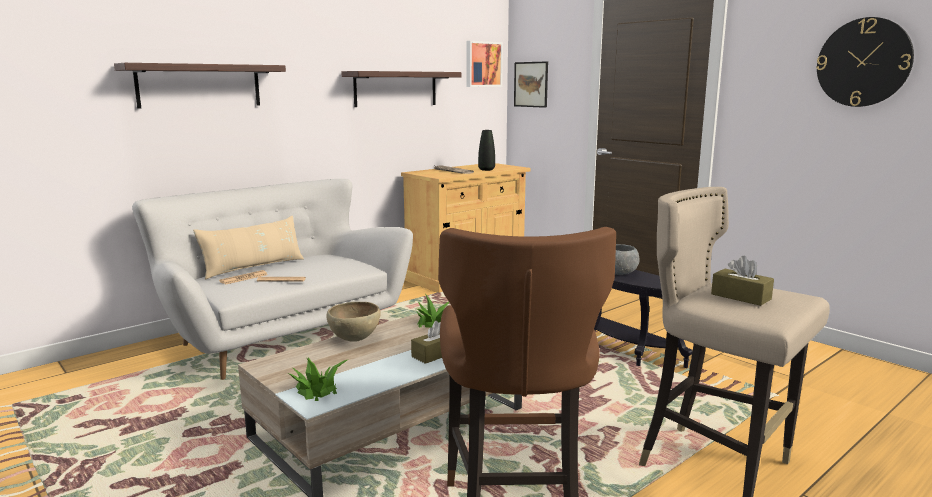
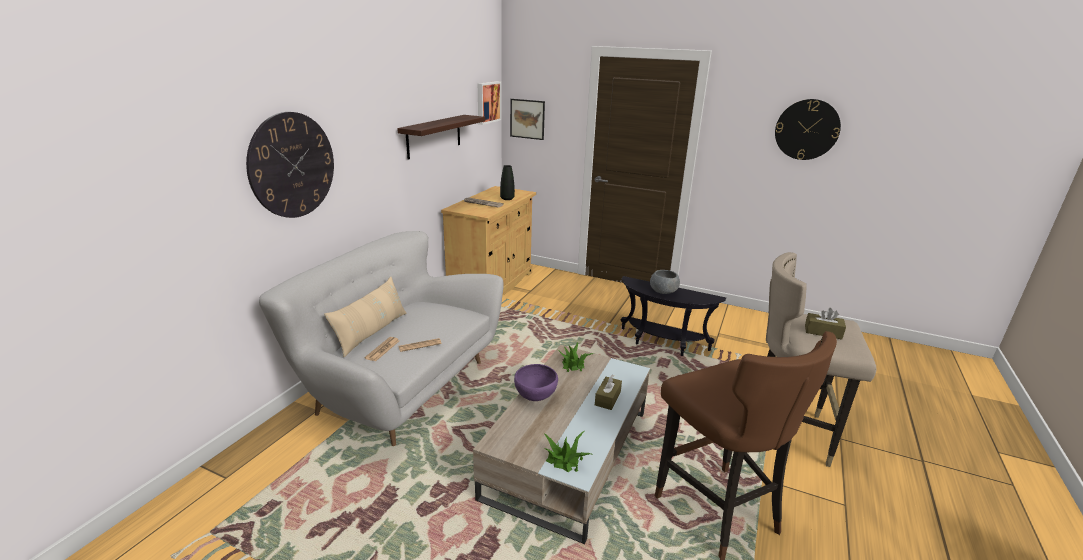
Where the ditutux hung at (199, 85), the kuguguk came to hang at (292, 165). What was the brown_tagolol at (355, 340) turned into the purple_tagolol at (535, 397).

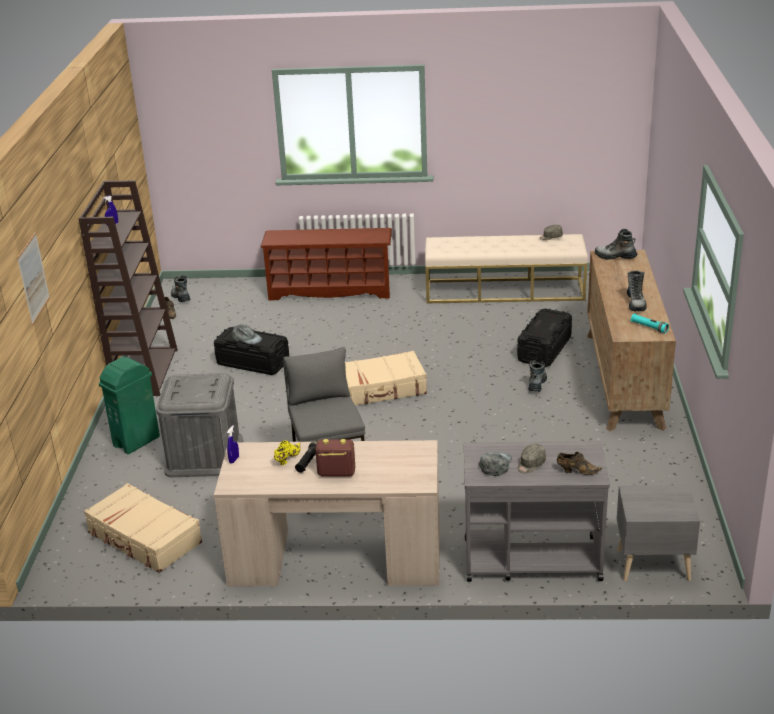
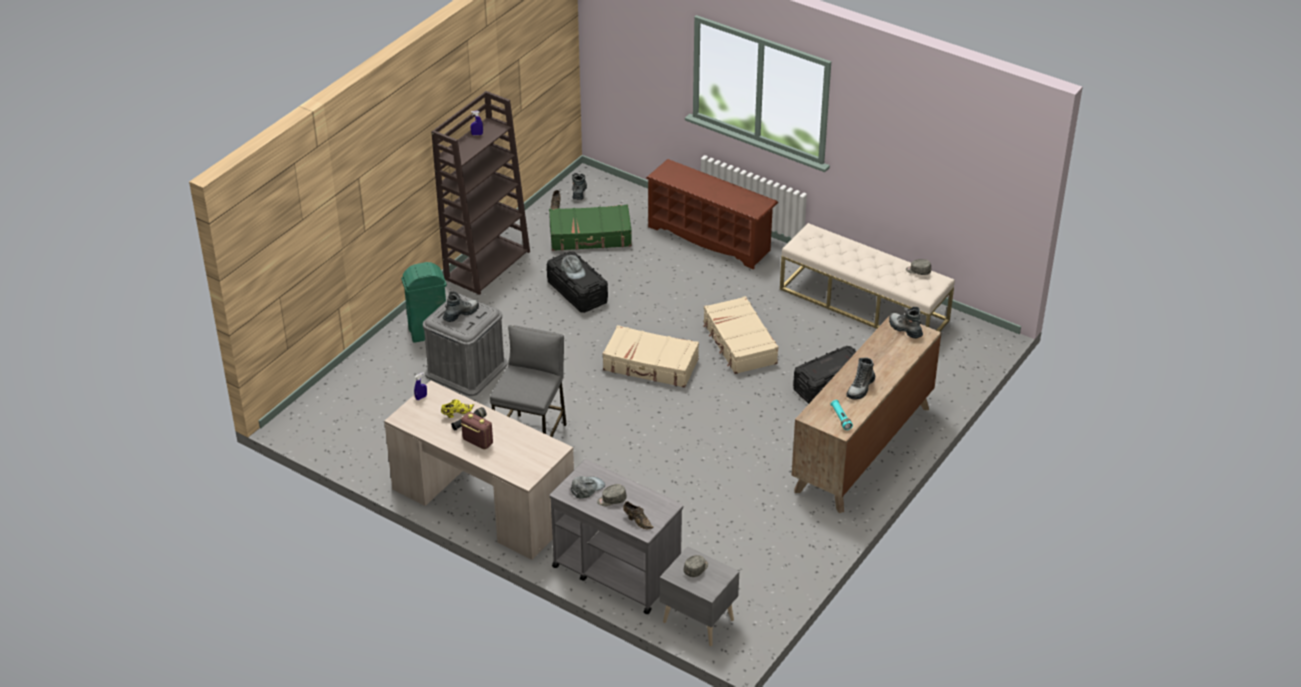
The second view lost the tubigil at (33, 278). The second view gained the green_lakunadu at (590, 236). The second view gained the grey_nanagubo at (696, 569). The beige_lakunadu ended up elsewhere, having gone from (144, 538) to (739, 343). The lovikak ended up elsewhere, having gone from (537, 384) to (461, 314).

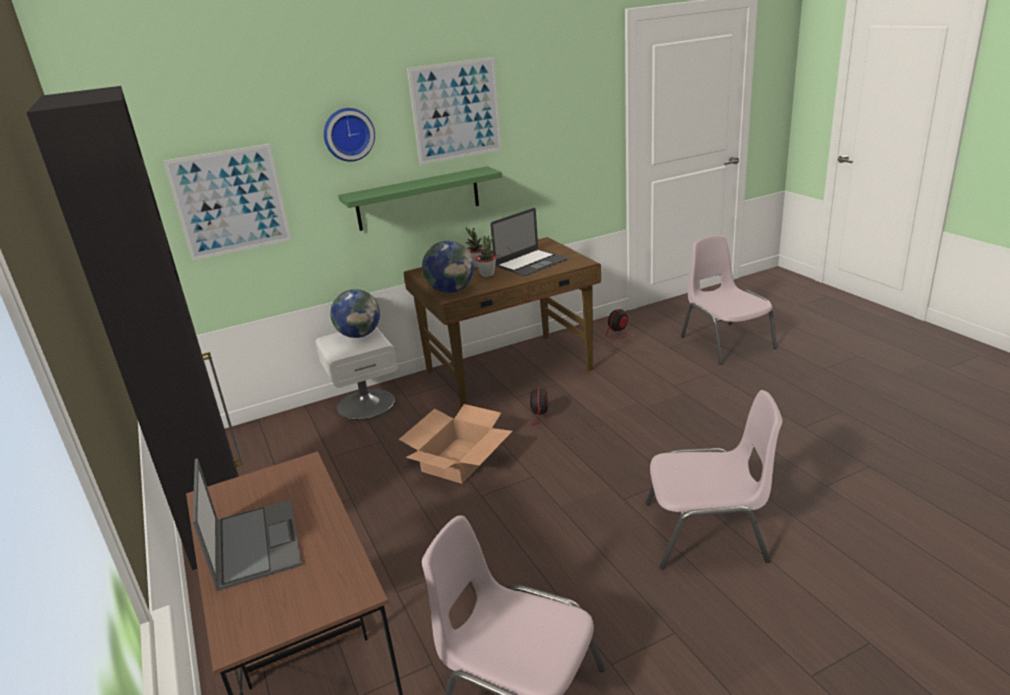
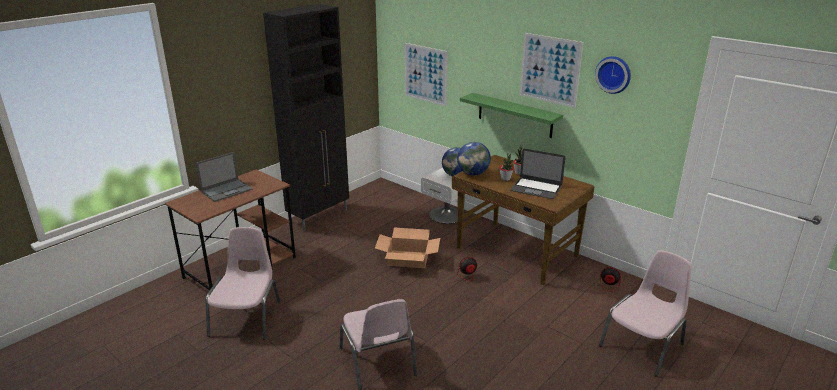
The kuguguk ended up elsewhere, having gone from (348, 134) to (614, 74).

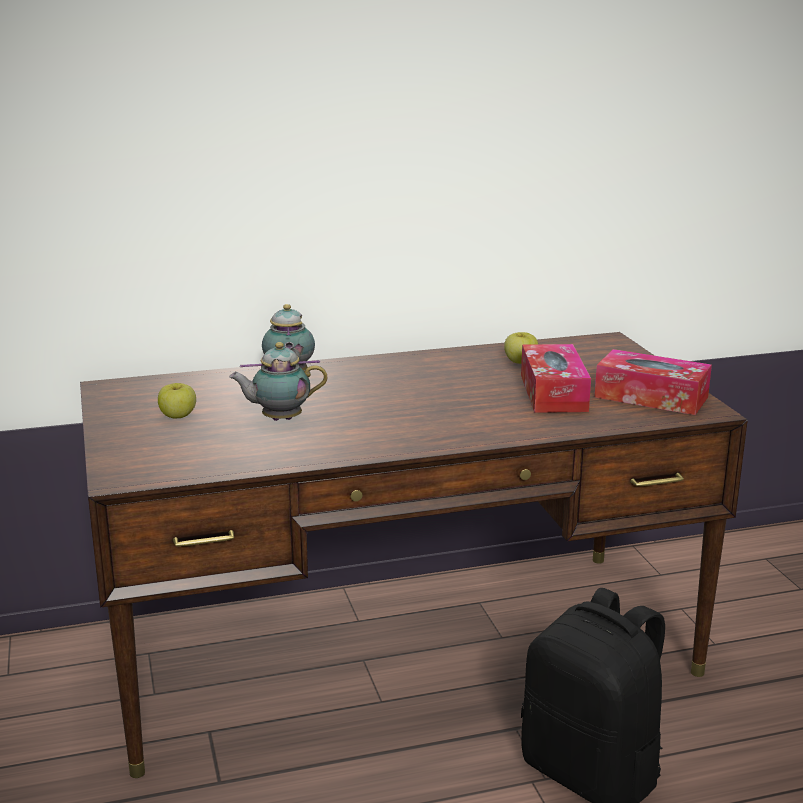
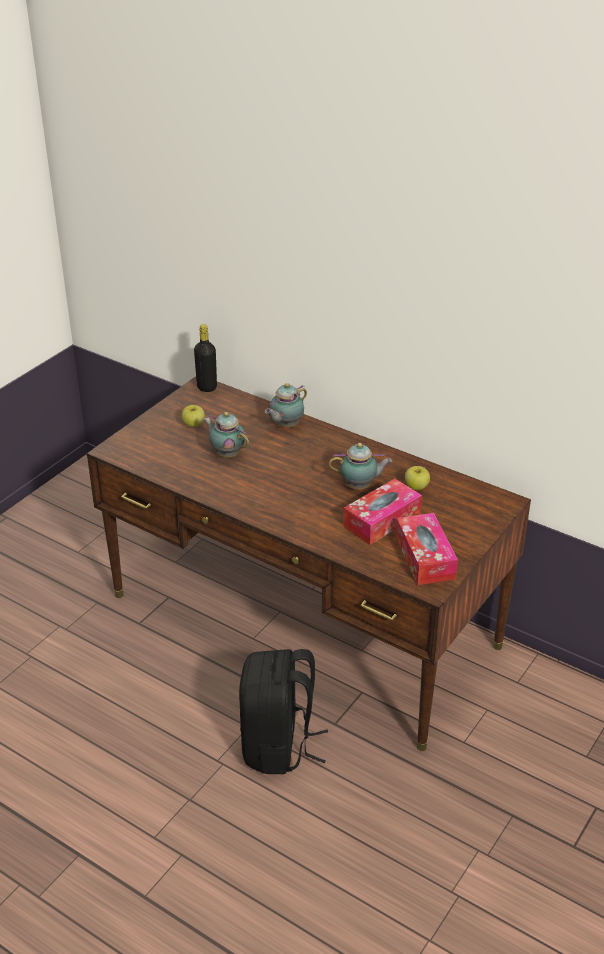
The second view gained the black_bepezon at (207, 387). The second view gained the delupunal at (360, 486).

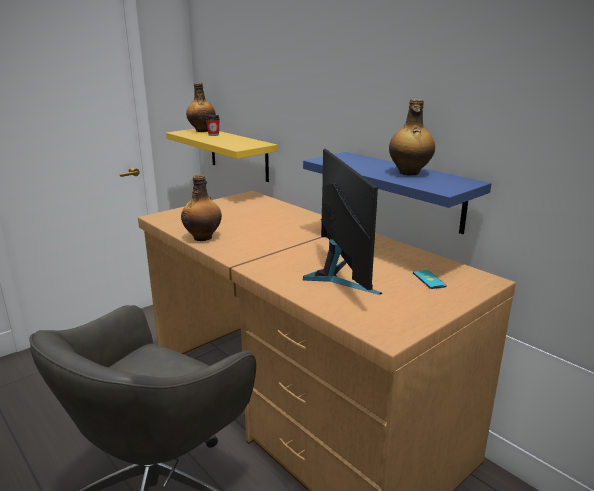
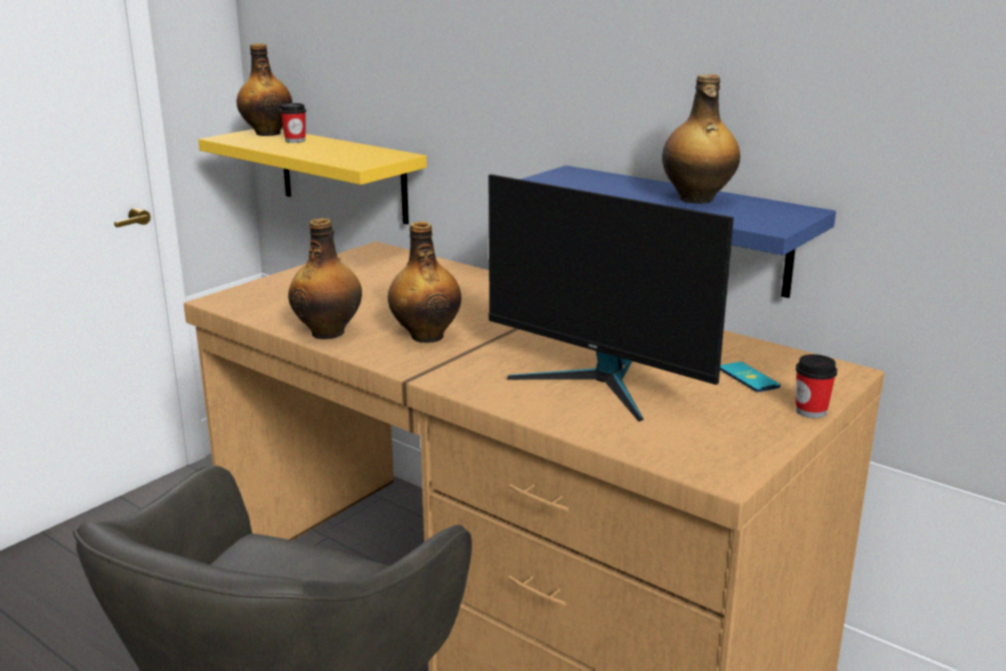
The second view gained the bepezon at (426, 336). The second view gained the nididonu at (811, 411). The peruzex at (338, 276) ended up facing another way, 150 degrees clockwise from before.

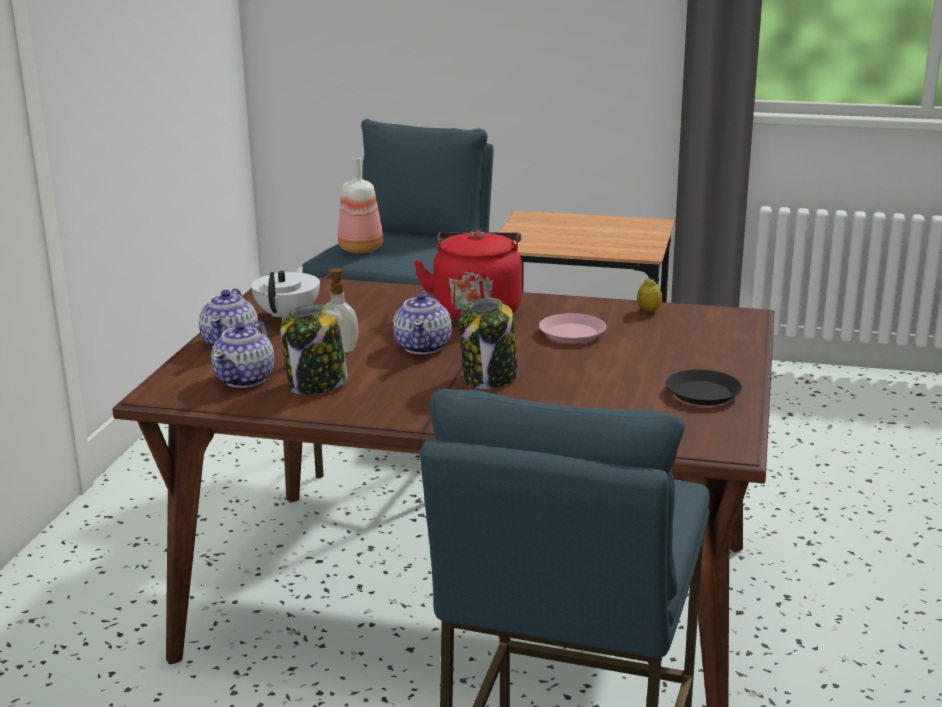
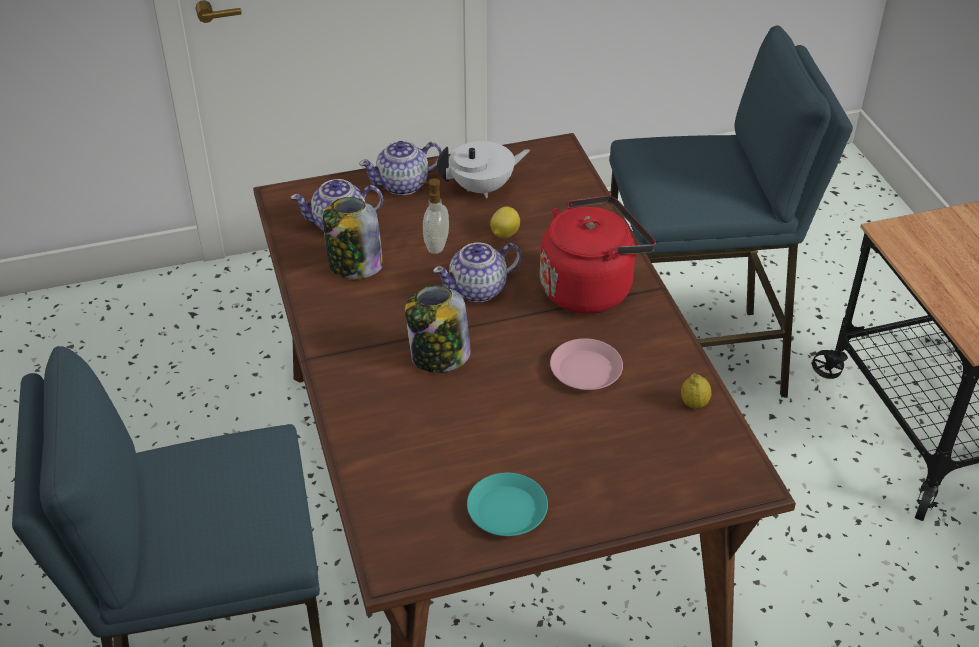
The second view lost the bepezon at (361, 248). The second view gained the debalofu at (504, 234). What was the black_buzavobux at (702, 393) turned into the turquoise_buzavobux at (506, 510).

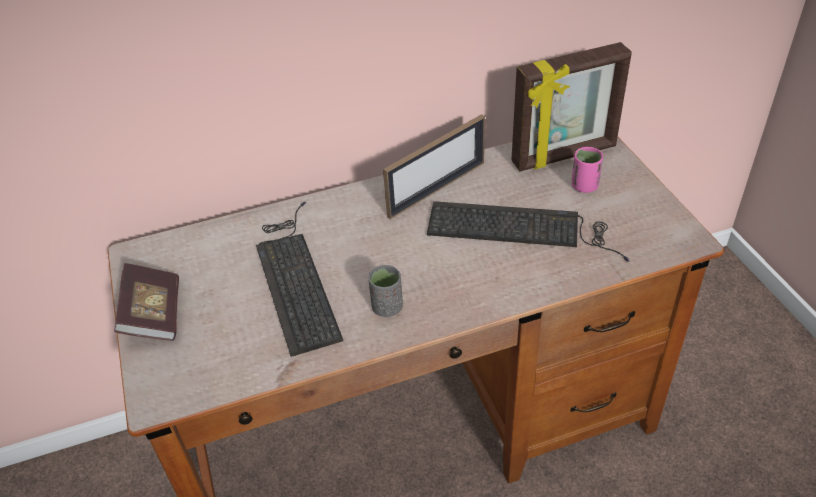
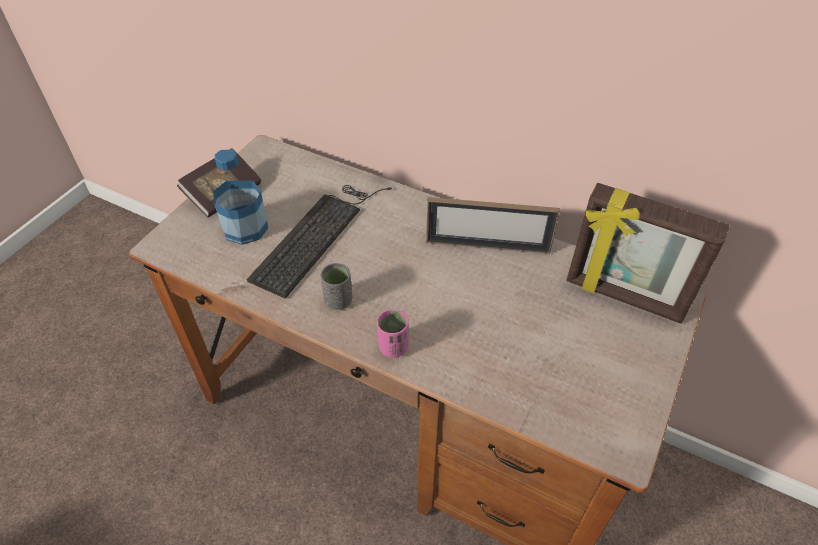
The second view lost the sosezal at (522, 229). The second view gained the bepezon at (245, 228). The pink_nididonu ended up elsewhere, having gone from (584, 186) to (393, 347).

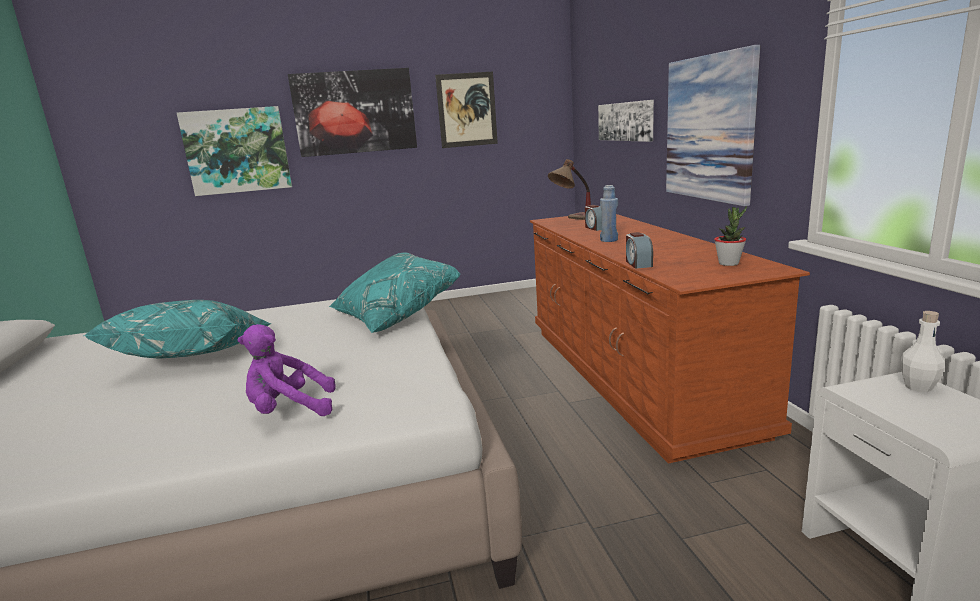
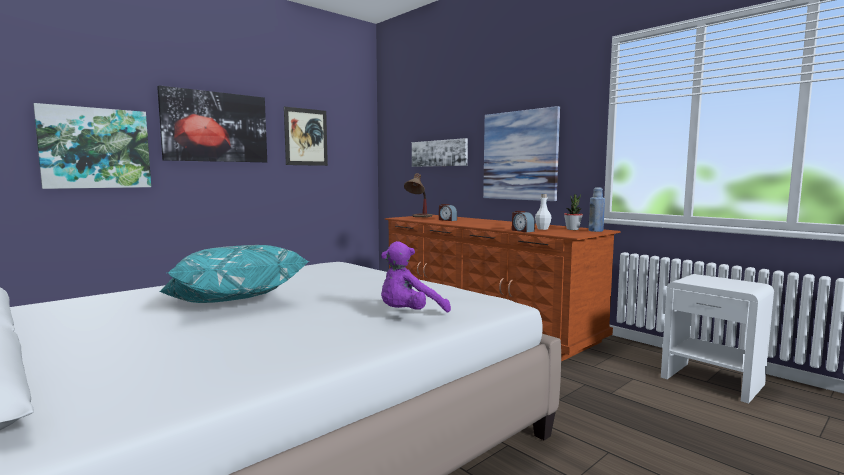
The second view lost the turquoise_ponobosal at (394, 315). The blue_bepezon ended up elsewhere, having gone from (609, 240) to (595, 231). The white_bepezon ended up elsewhere, having gone from (918, 387) to (542, 229).

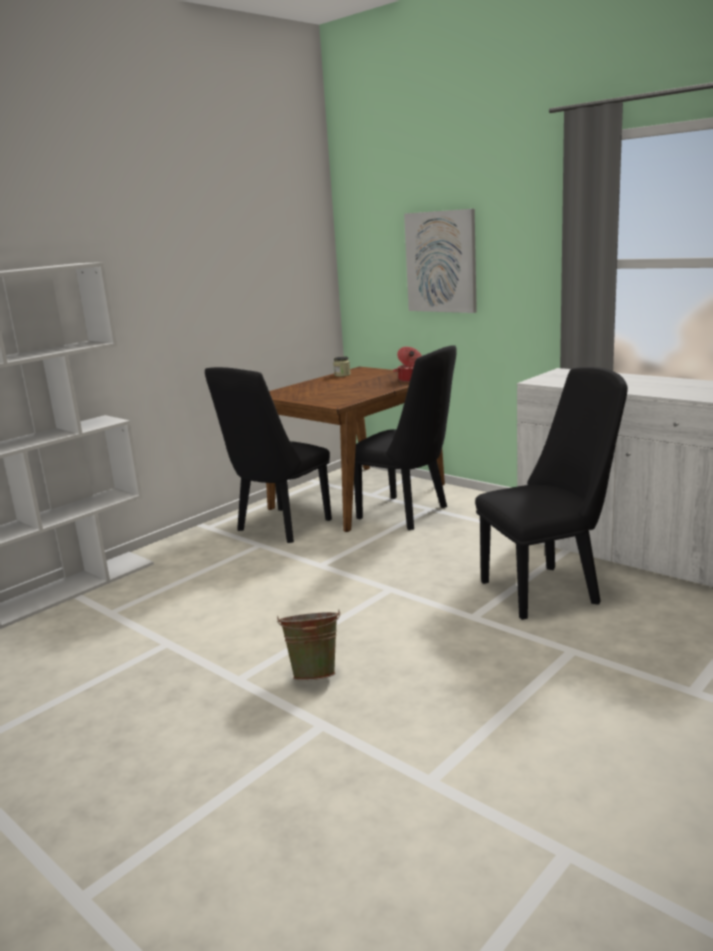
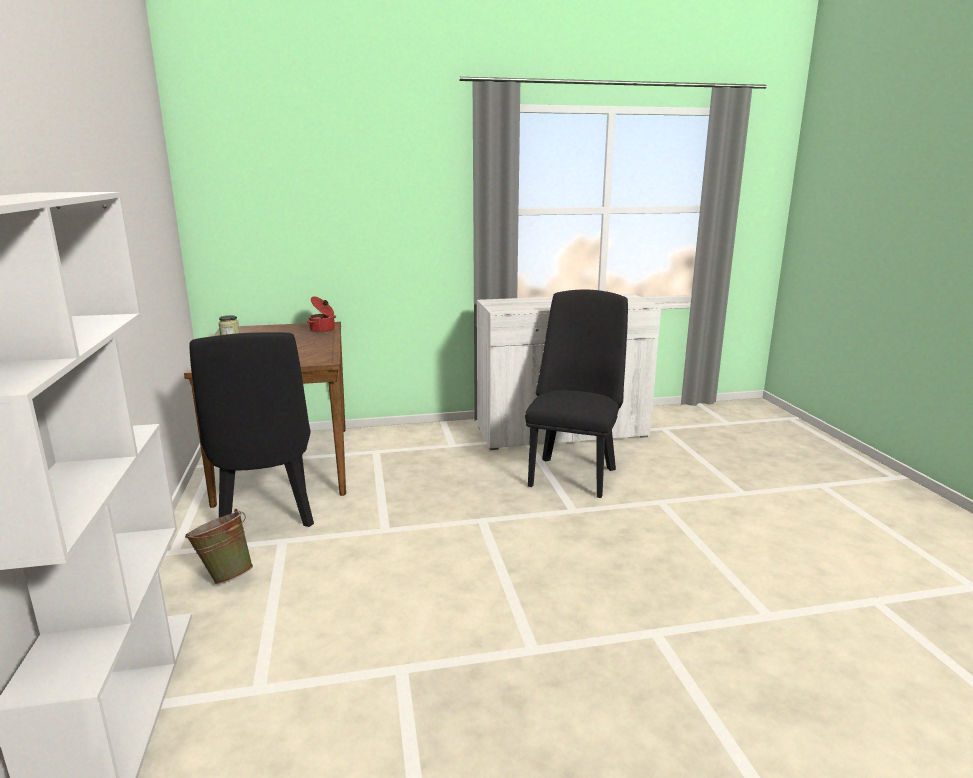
The second view lost the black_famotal at (409, 514). The second view lost the tubigil at (441, 262). The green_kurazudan ended up elsewhere, having gone from (314, 673) to (225, 575).

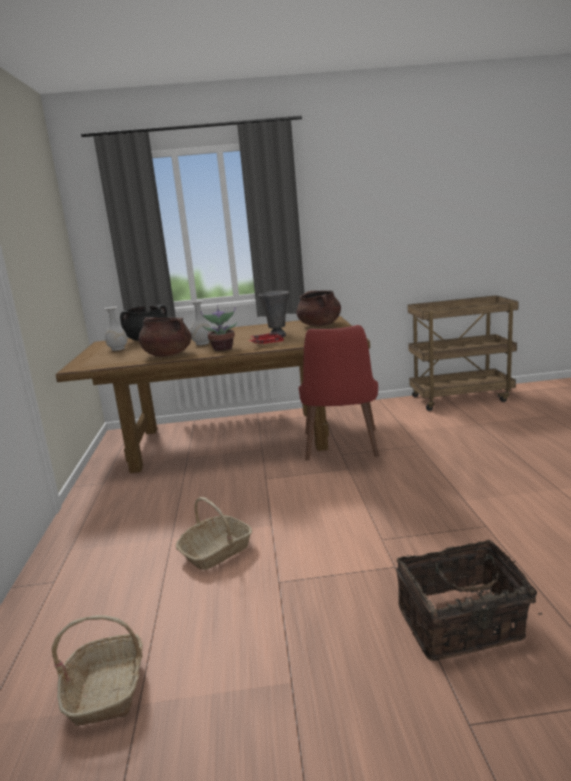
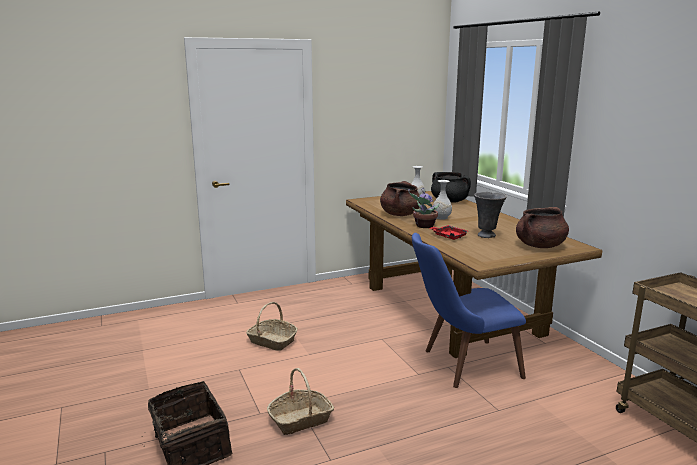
The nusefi ended up elsewhere, having gone from (107, 689) to (301, 419). What was the red_famotal at (341, 449) turned into the blue_famotal at (460, 365).

